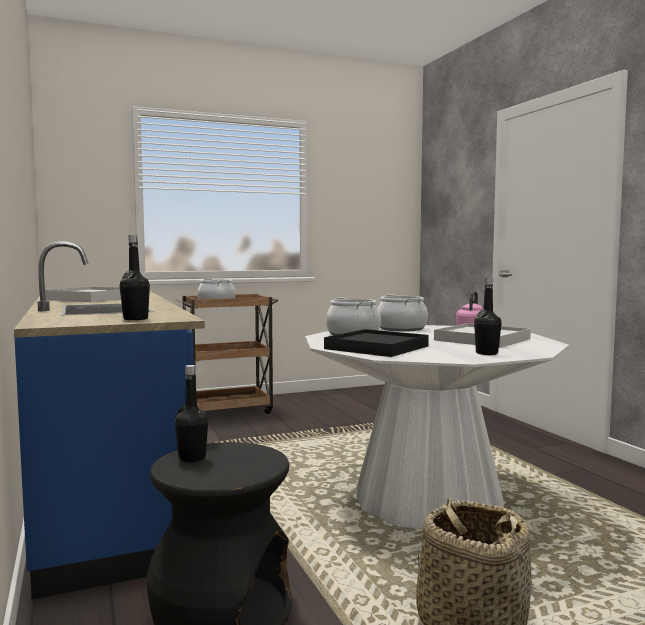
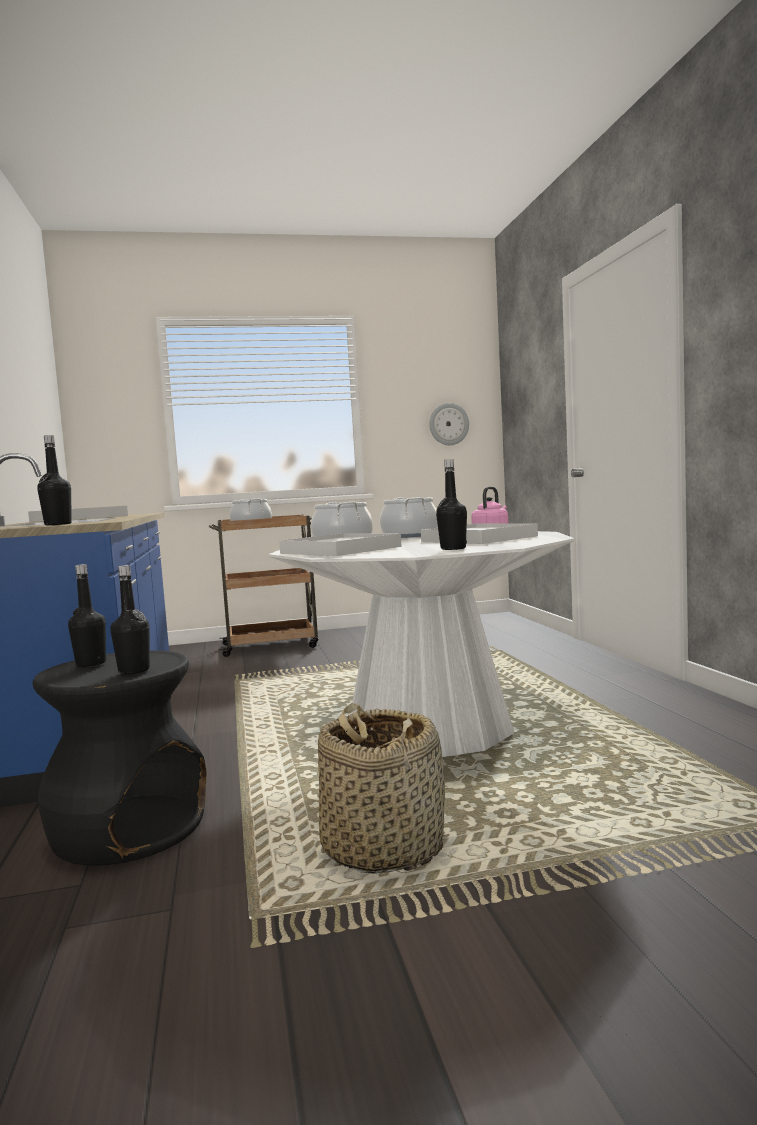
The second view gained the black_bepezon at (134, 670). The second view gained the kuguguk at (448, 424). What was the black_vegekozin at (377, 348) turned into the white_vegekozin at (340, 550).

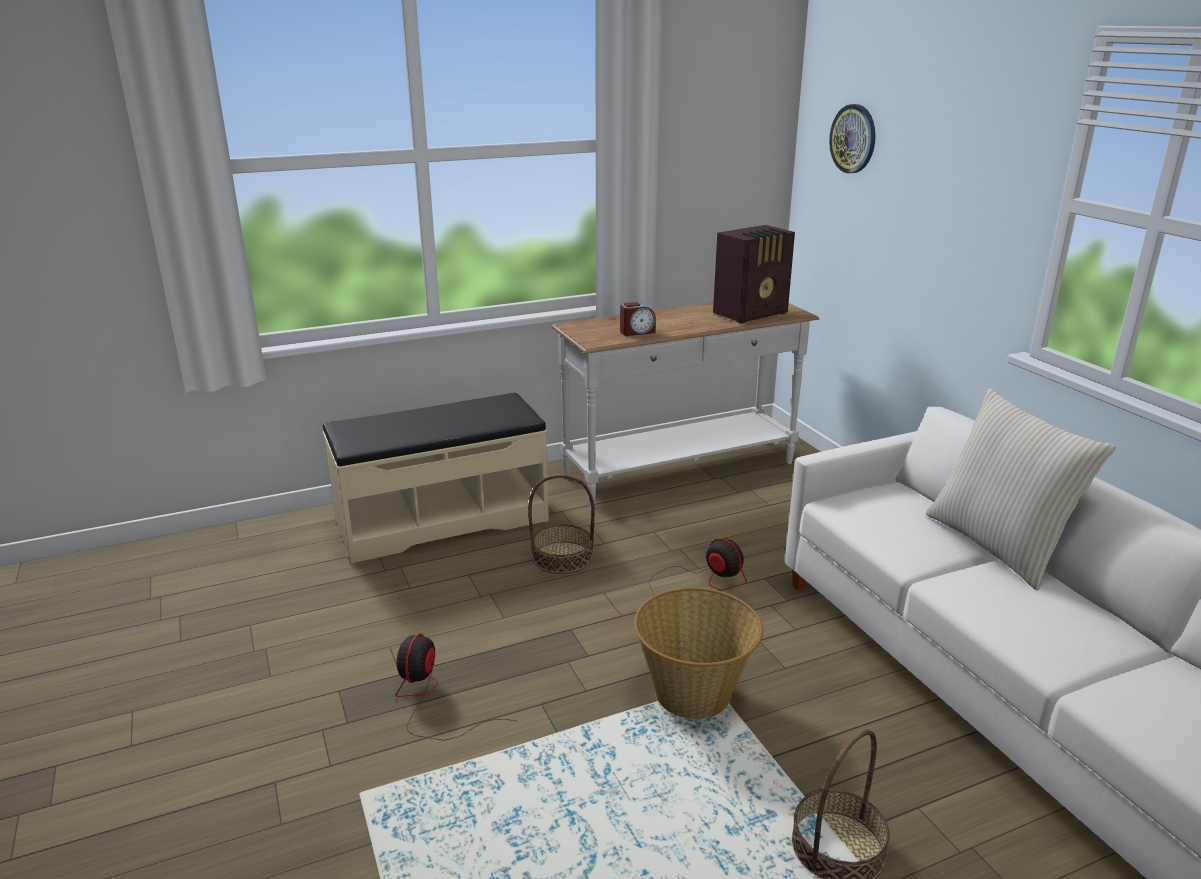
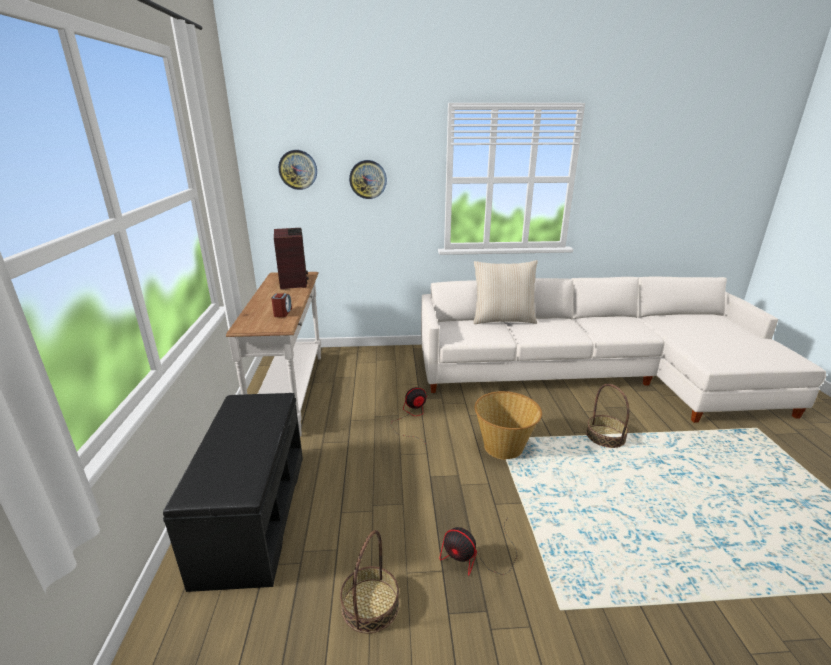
The second view gained the kuguguk at (368, 179). The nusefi ended up elsewhere, having gone from (562, 557) to (370, 605). What was the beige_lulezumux at (441, 520) turned into the black_lulezumux at (252, 514).

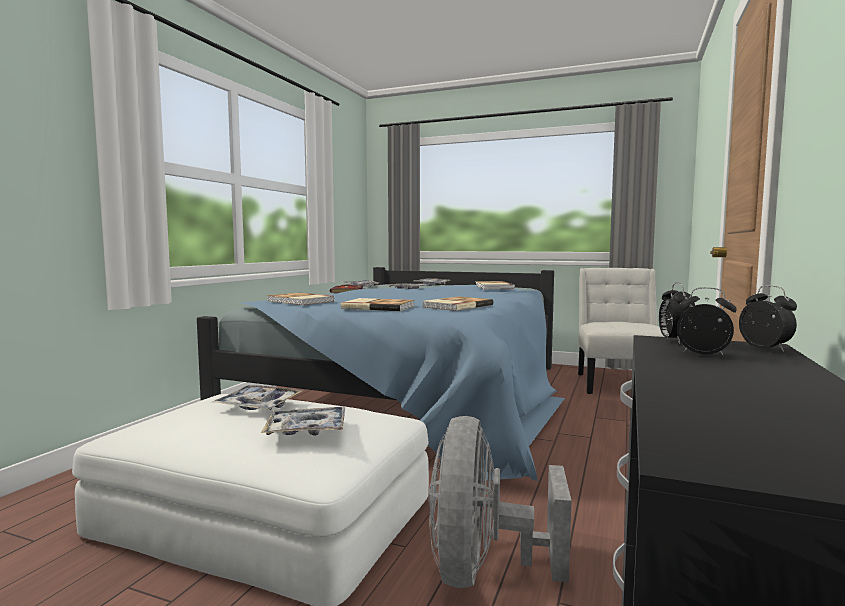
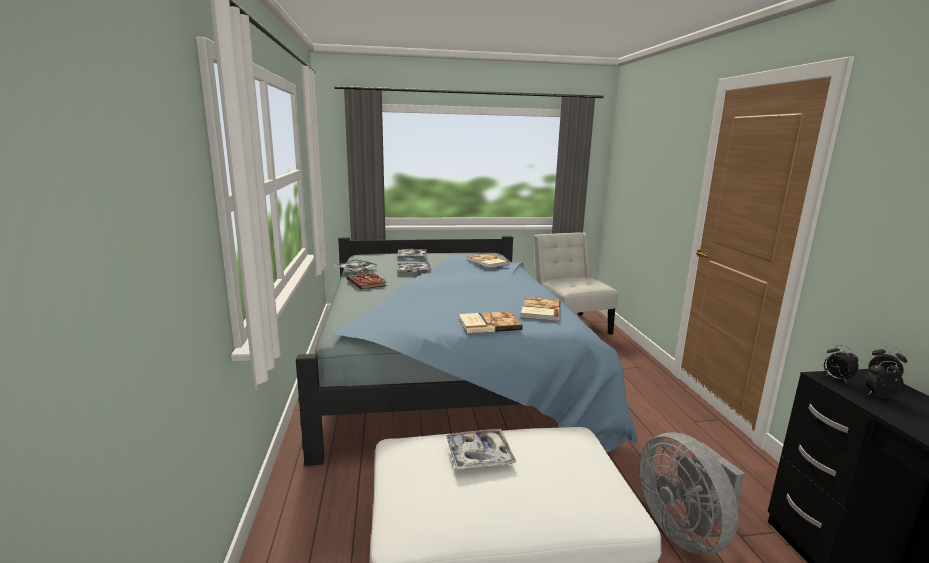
The second view lost the vegekozin at (306, 430). The second view lost the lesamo at (299, 301).

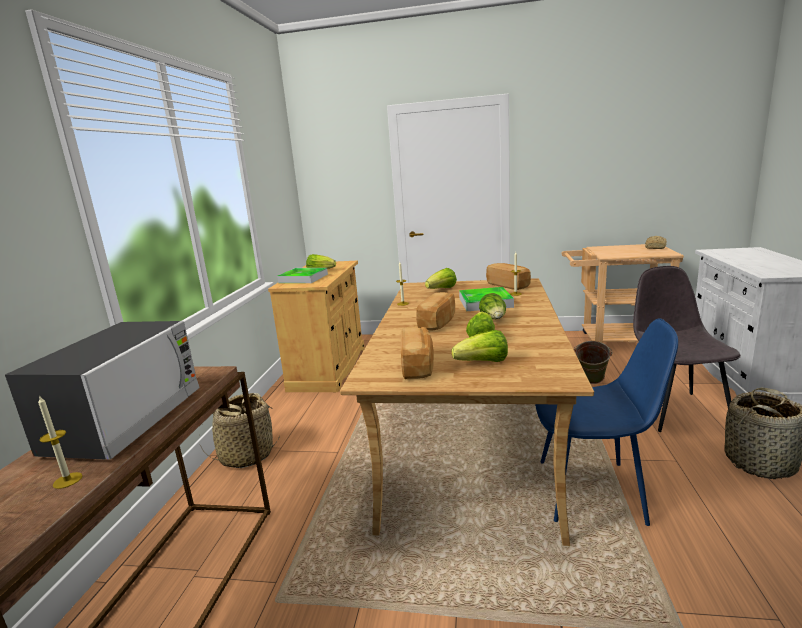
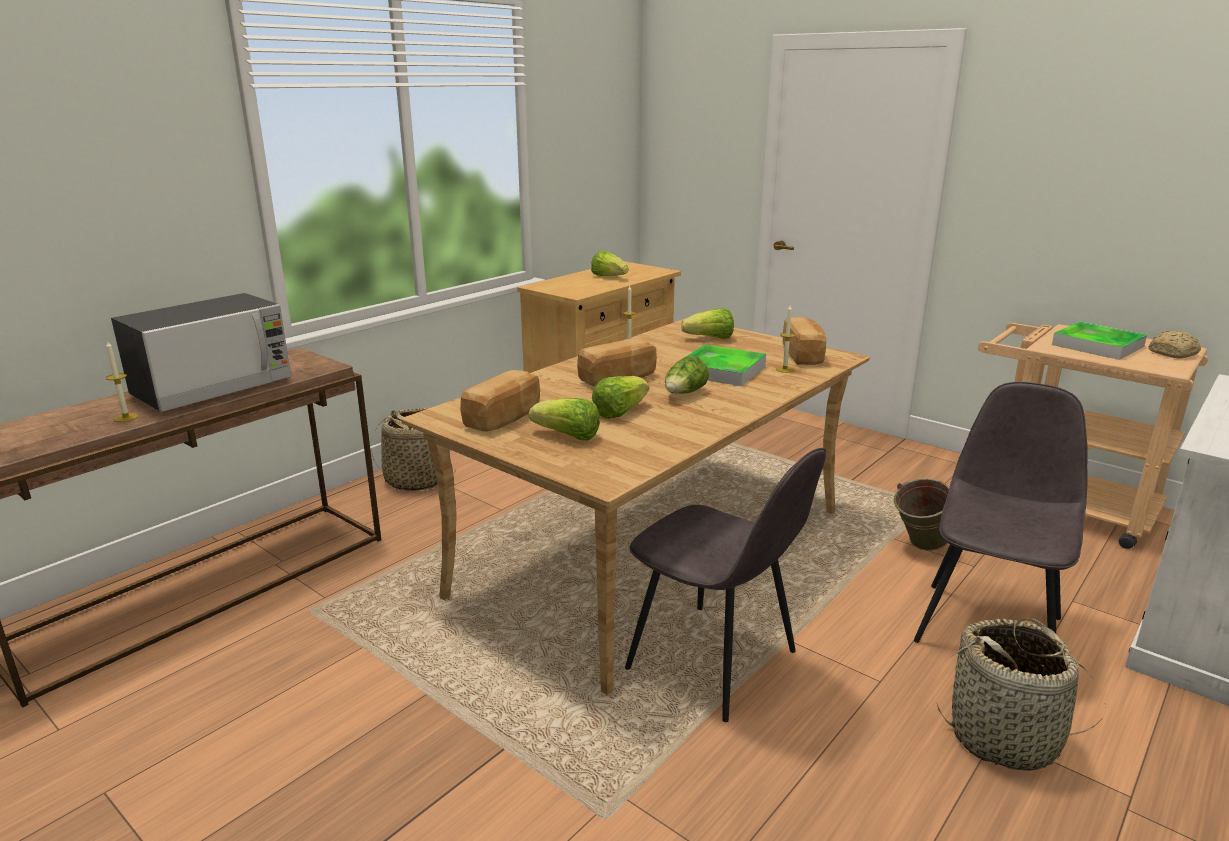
The vegekozin ended up elsewhere, having gone from (303, 278) to (1097, 345). What was the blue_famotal at (593, 491) turned into the grey_famotal at (715, 662).

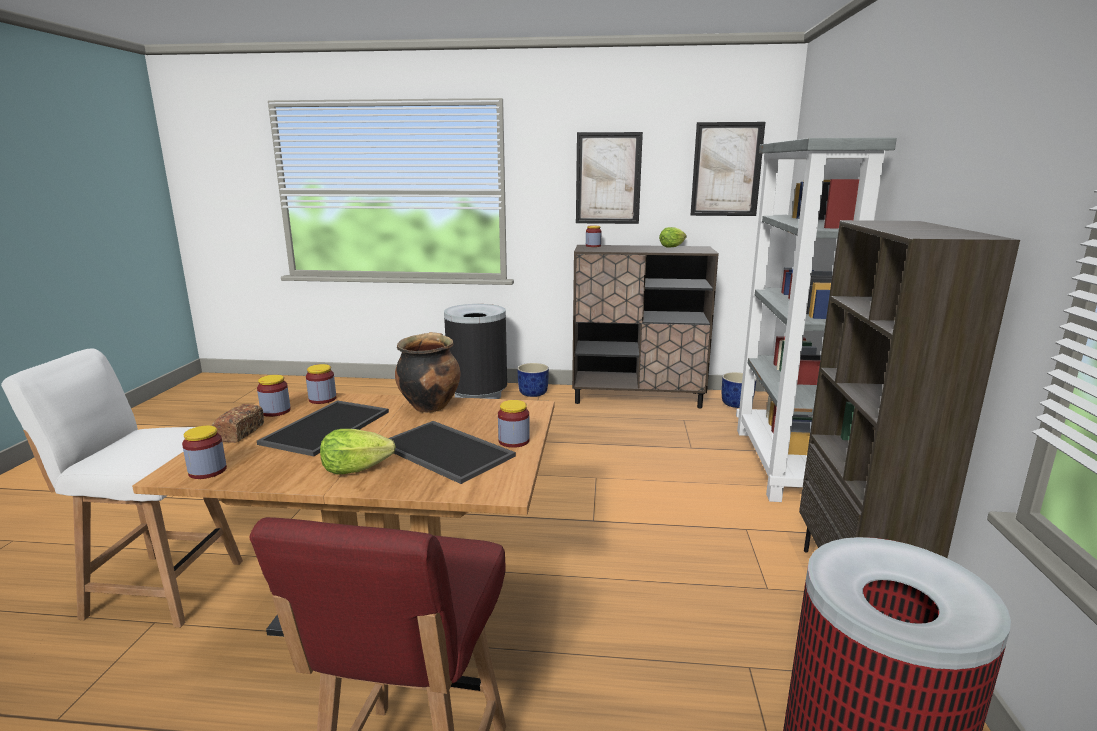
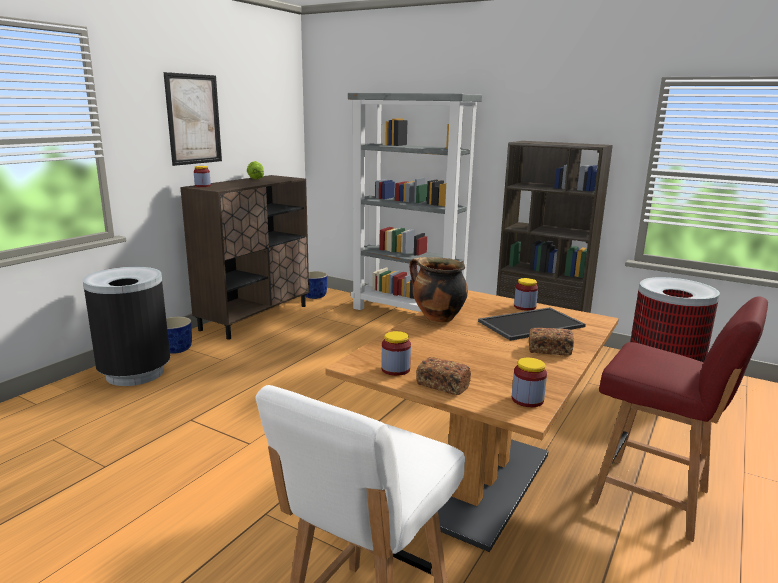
The second view lost the vegekozin at (326, 426). The second view lost the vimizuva at (322, 399). The second view lost the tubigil at (726, 169). Where the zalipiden stood at (355, 469), the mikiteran came to stand at (549, 350).

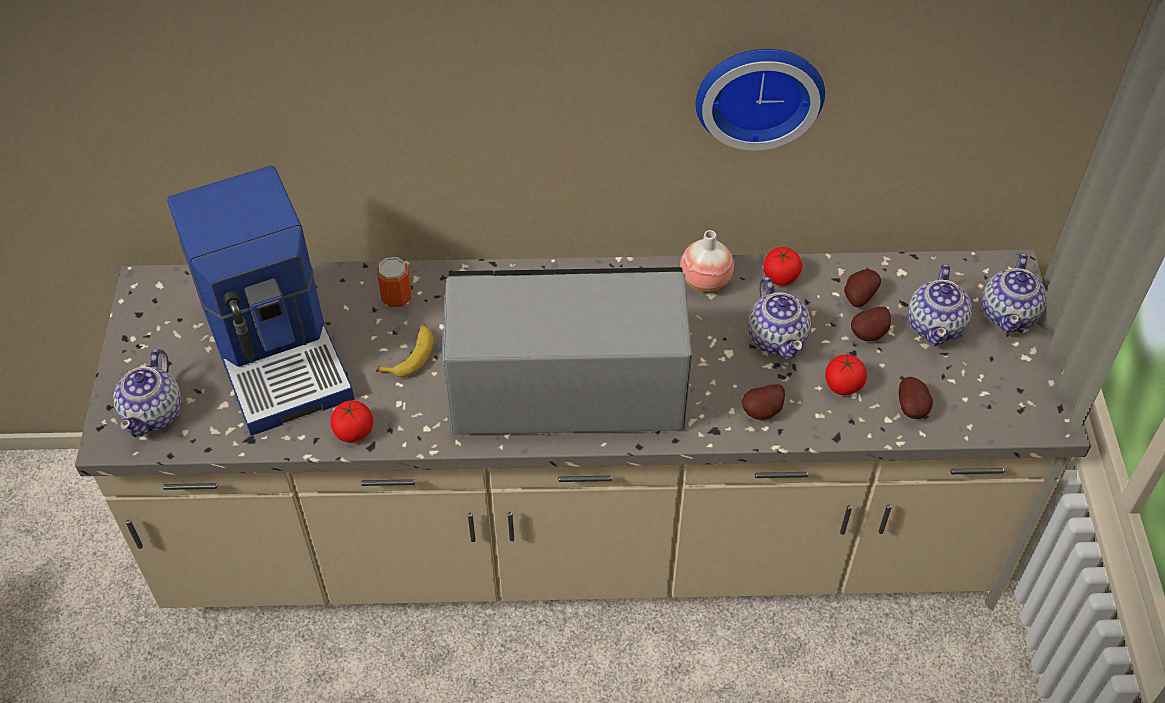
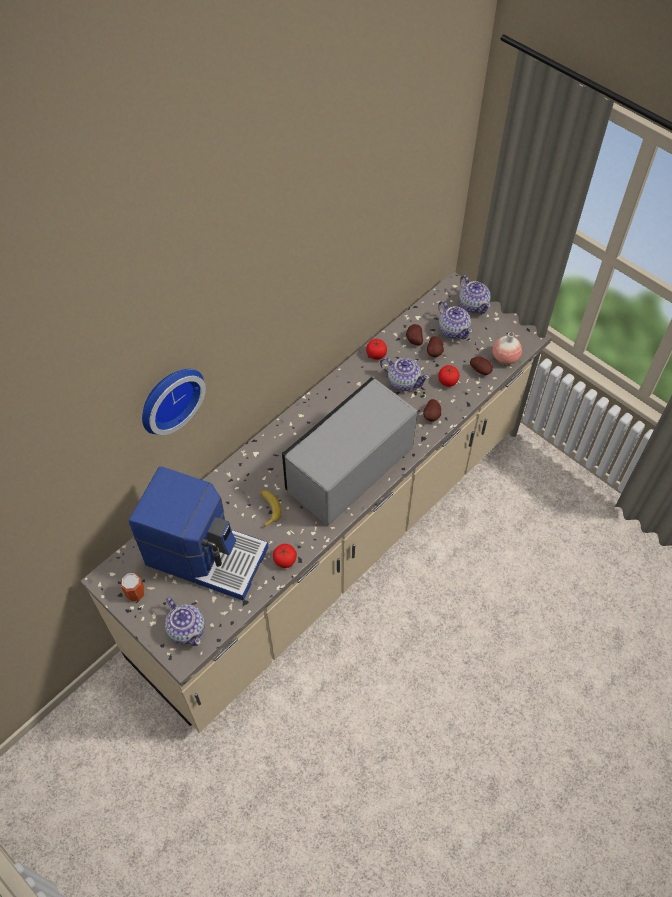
The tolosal ended up elsewhere, having gone from (396, 297) to (135, 593). The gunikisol ended up elsewhere, having gone from (705, 280) to (505, 358). The kuguguk ended up elsewhere, having gone from (758, 91) to (168, 397).

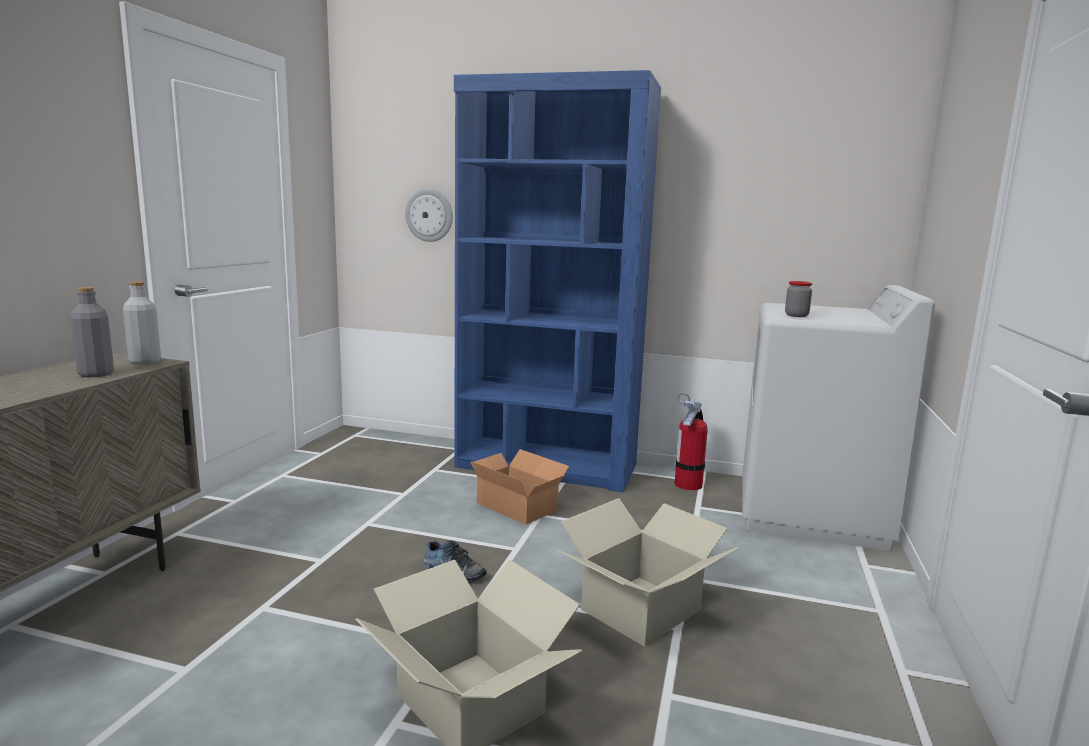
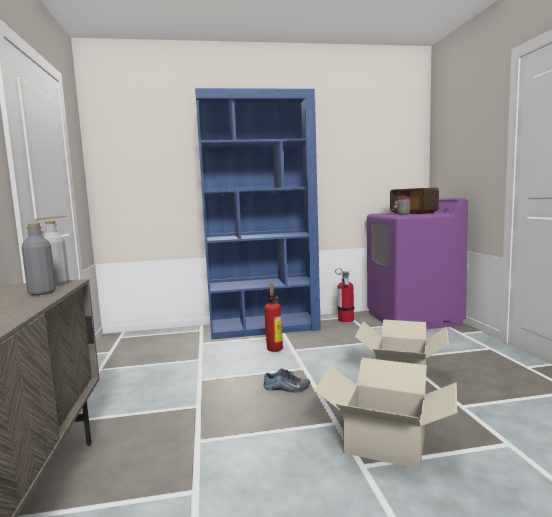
The second view lost the kuguguk at (429, 215). The second view gained the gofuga at (413, 213). Where the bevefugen stood at (517, 505), the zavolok came to stand at (275, 348). What was the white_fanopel at (811, 513) turned into the purple_fanopel at (413, 319).

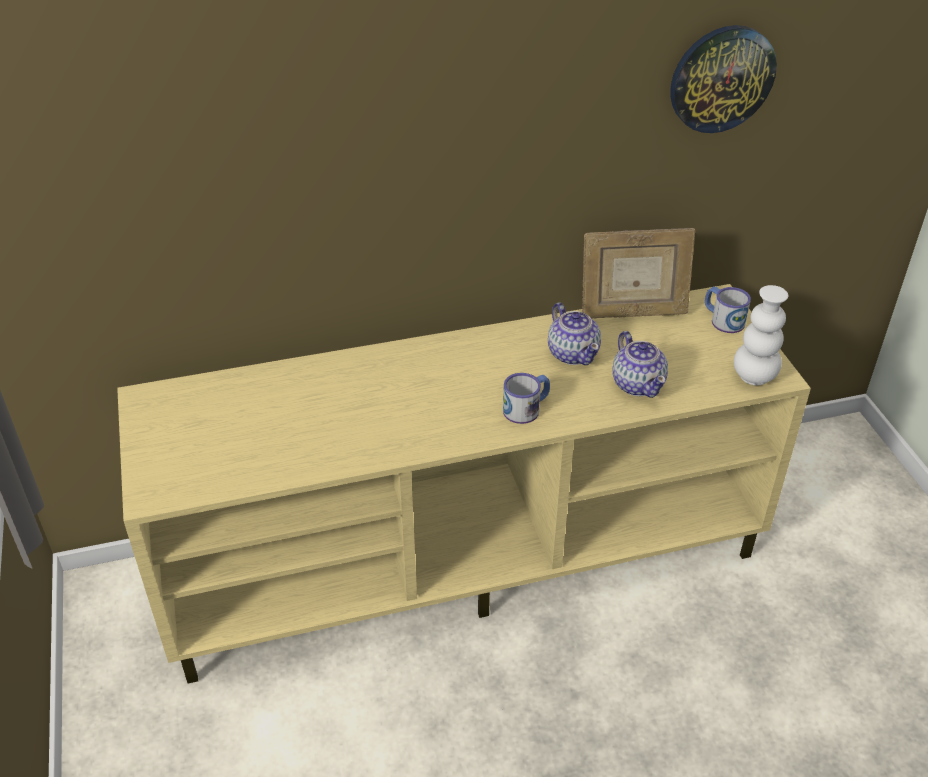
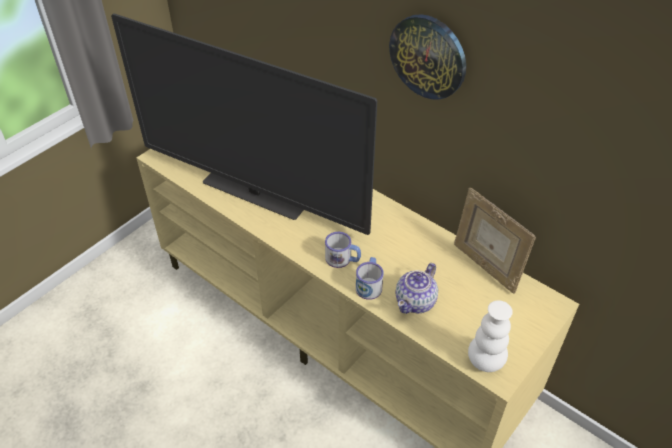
The second view lost the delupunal at (573, 353). The second view gained the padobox at (253, 195). The kuguguk ended up elsewhere, having gone from (721, 78) to (428, 56). The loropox ended up elsewhere, having gone from (723, 319) to (369, 284).

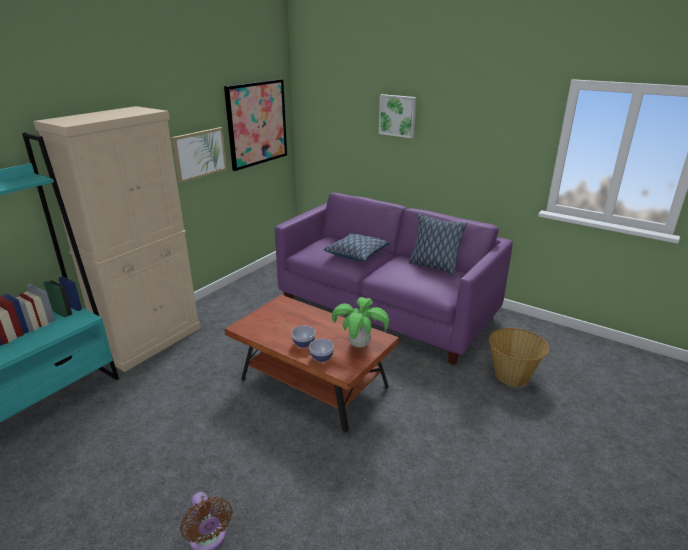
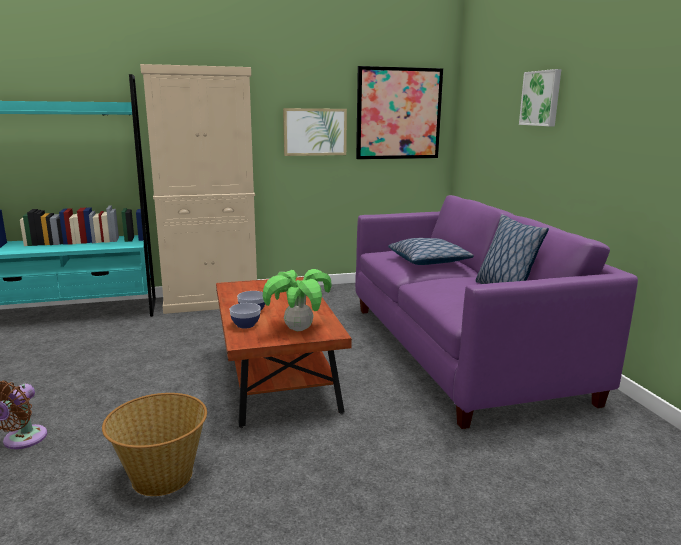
The nusefi ended up elsewhere, having gone from (512, 376) to (161, 477).

